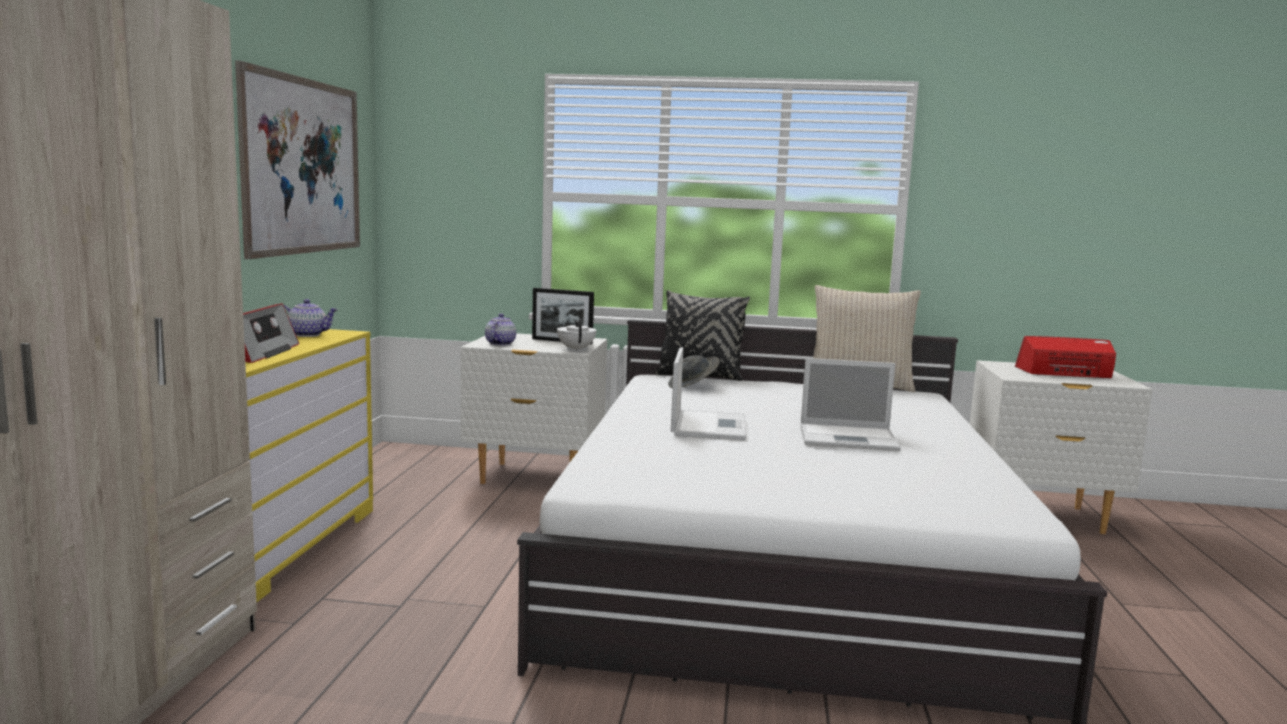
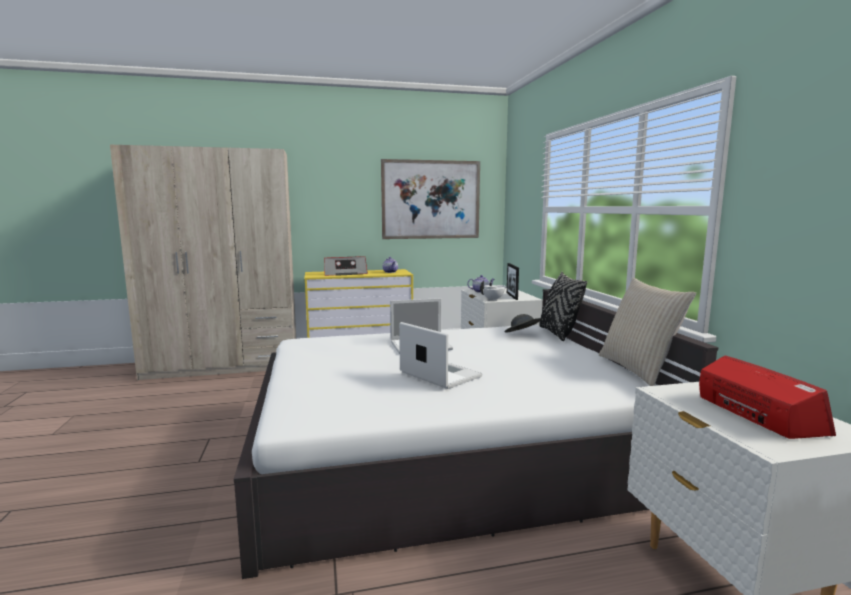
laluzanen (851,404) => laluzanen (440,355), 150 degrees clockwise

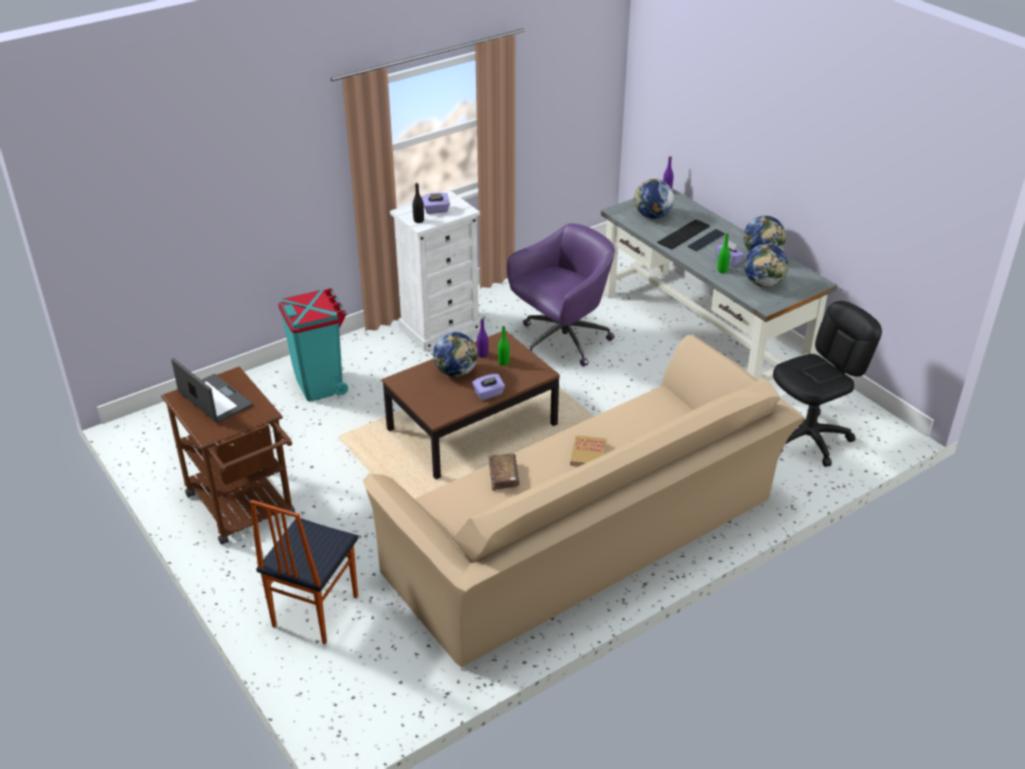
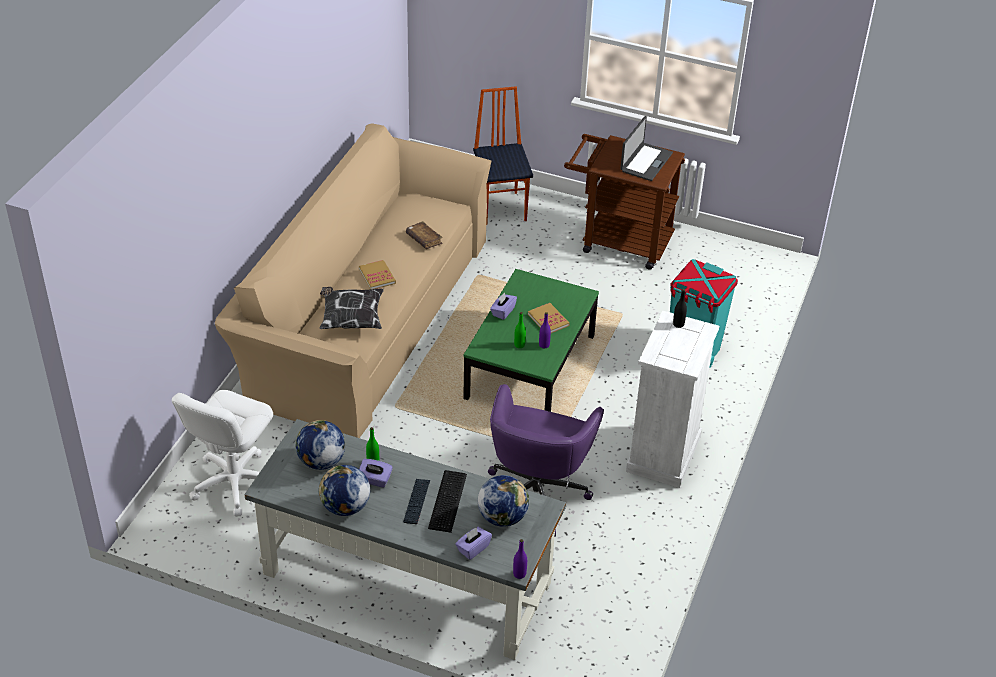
nothing => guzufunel (352,308)
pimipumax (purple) (436,203) => pimipumax (purple) (473,543), shifted
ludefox (455,354) => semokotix (549,318)
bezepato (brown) (471,404) => bezepato (green) (531,340)
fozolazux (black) (827,384) => fozolazux (white) (222,453)
laluzanen (212,390) => laluzanen (646,148), 75 degrees counterclockwise

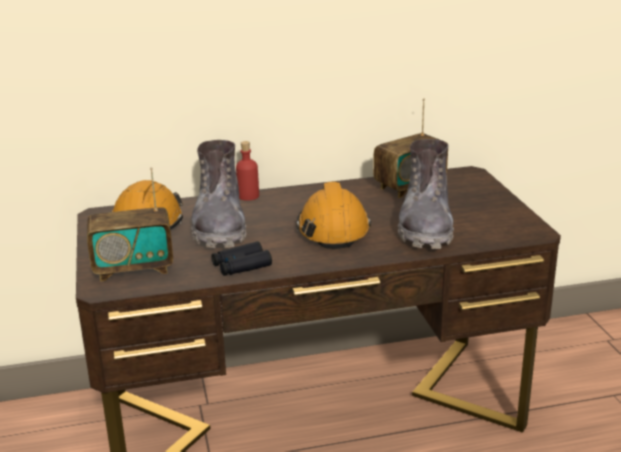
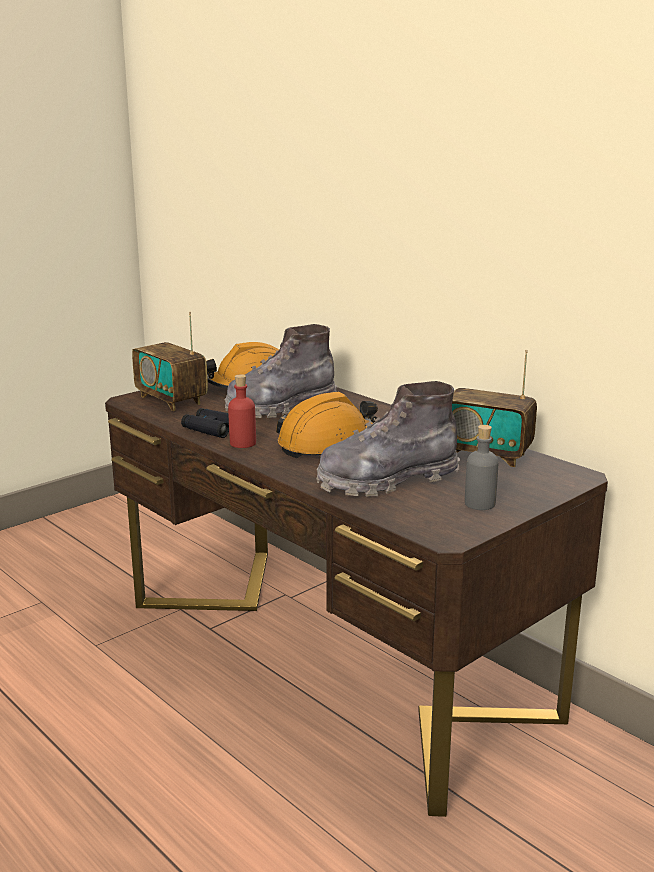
nothing => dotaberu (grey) (482,467)
dotaberu (red) (247,171) => dotaberu (red) (242,411), shifted

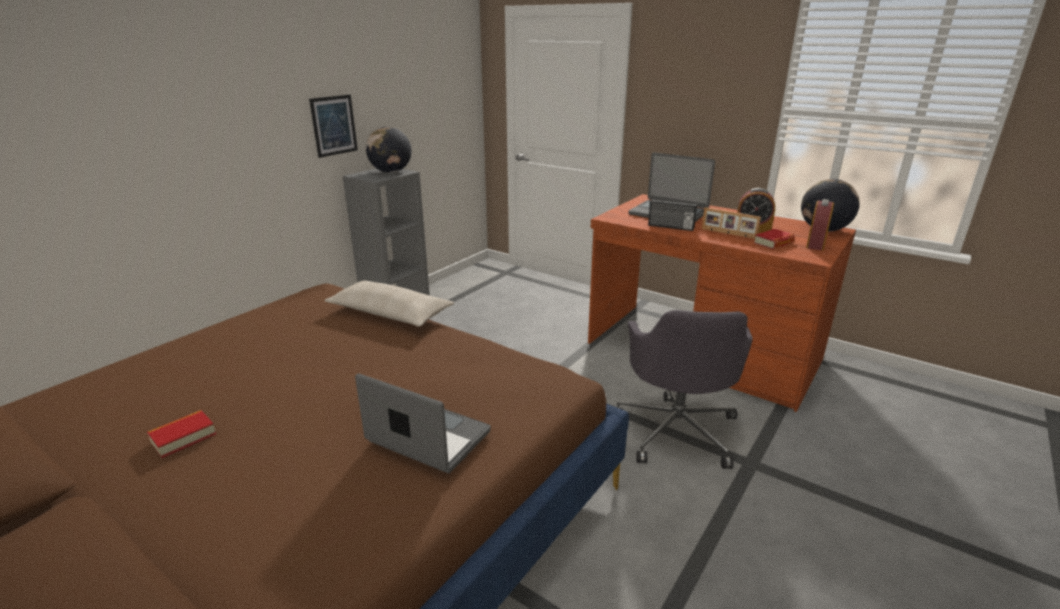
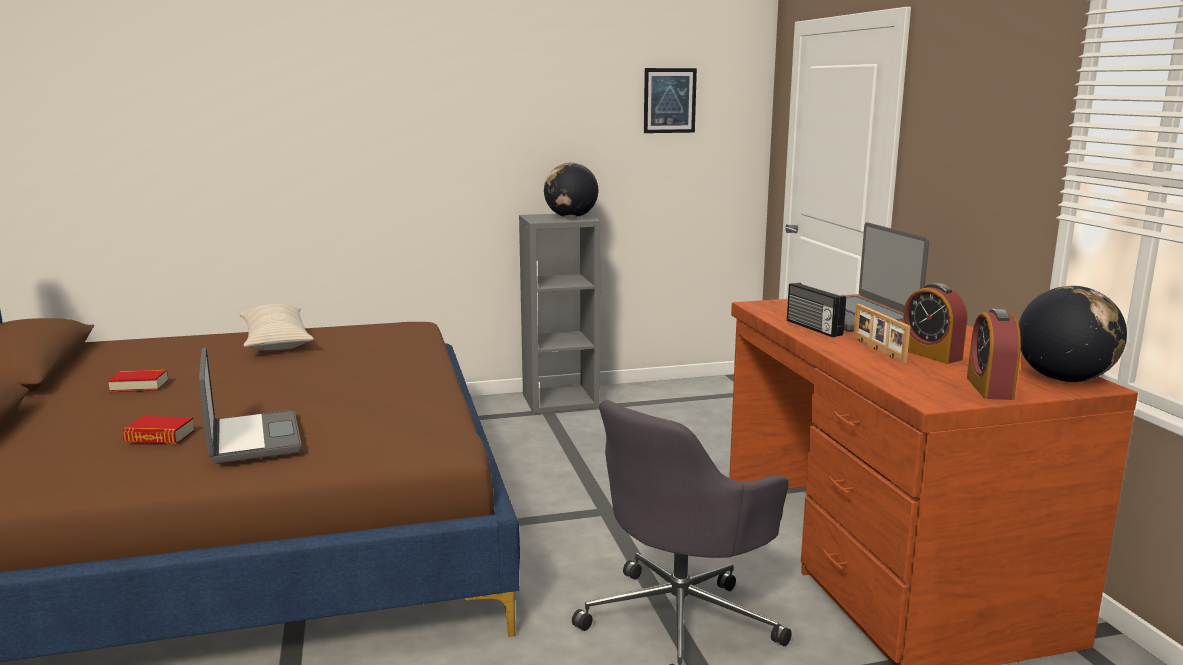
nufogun (333,126) => nufogun (670,100), shifted
guzufunel (beige) (389,304) => guzufunel (beige) (276,327), shifted
semokotix (774,239) => semokotix (158,430), shifted
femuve (820,225) => femuve (994,354), 120 degrees clockwise

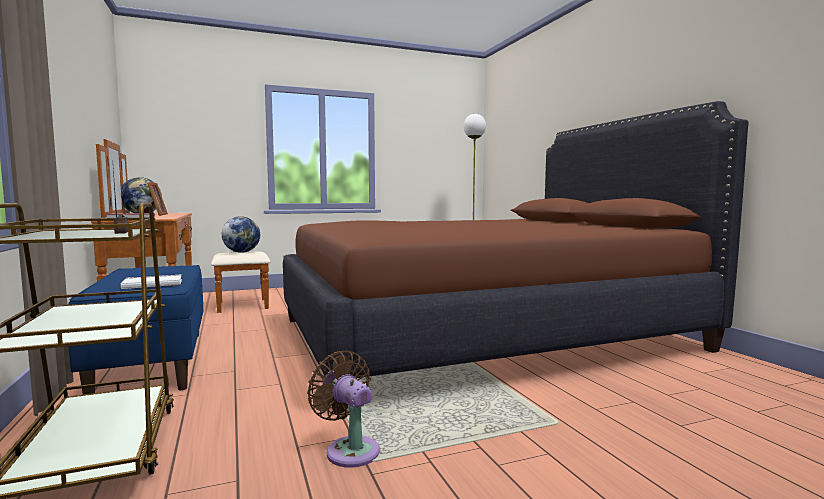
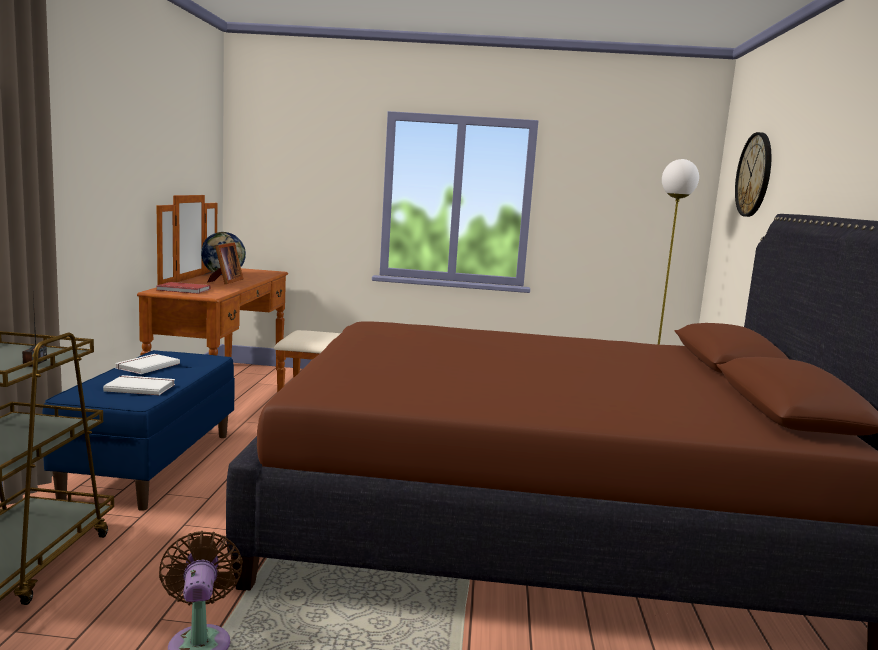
ludefox (241,234) => nothing
nothing => semokotix (white) (147,364)
nothing => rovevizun (753,174)

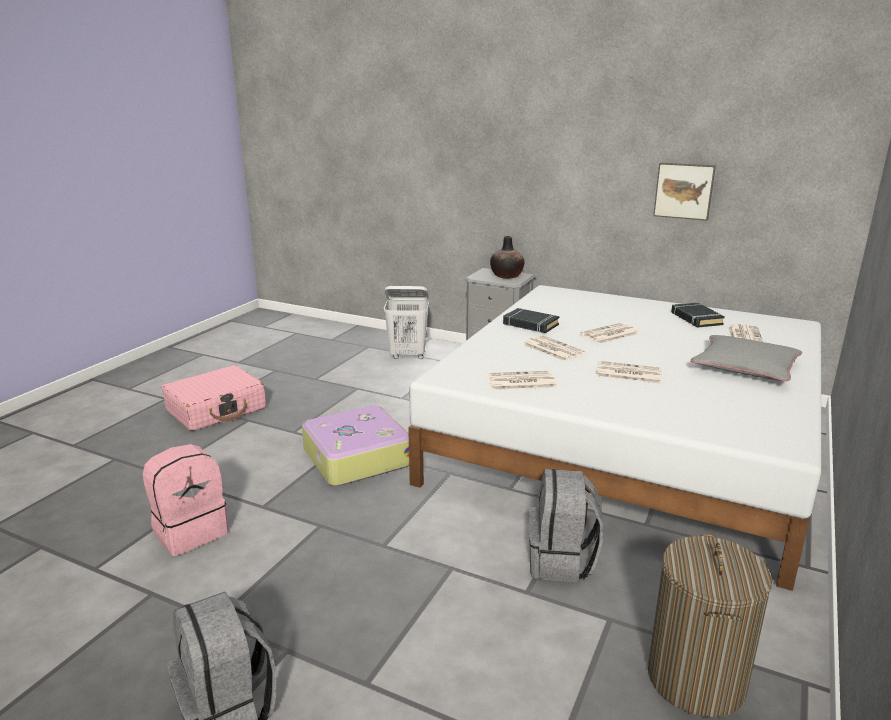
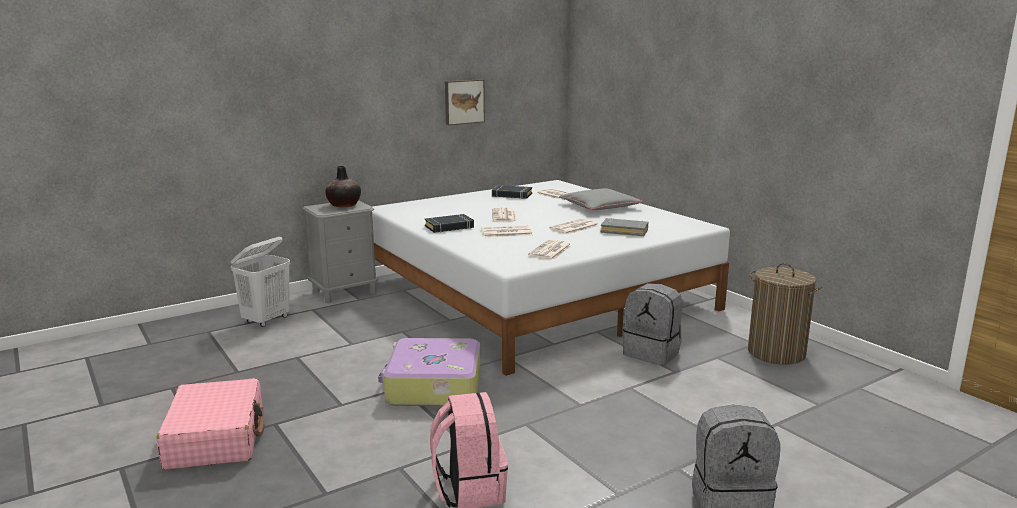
nothing => semokotix (grey) (624,227)

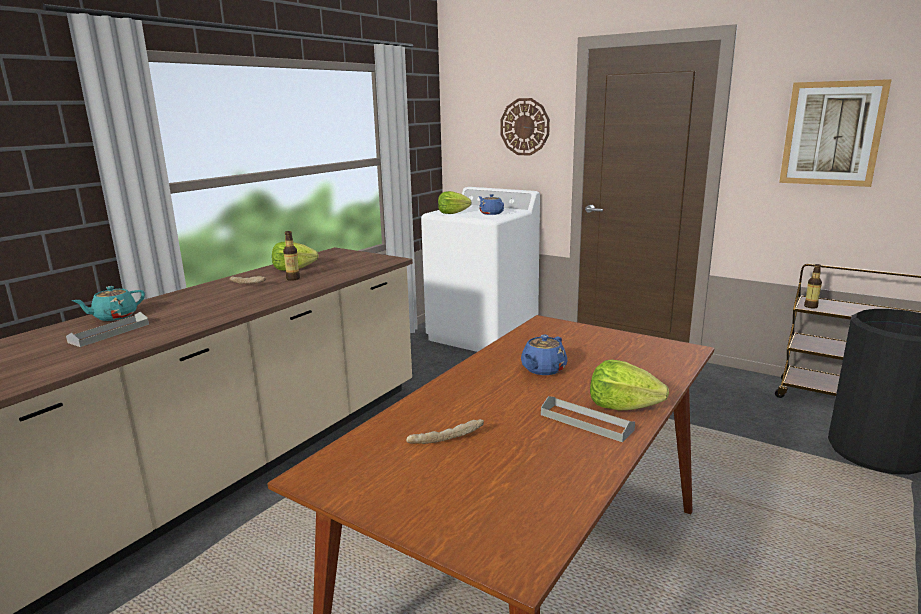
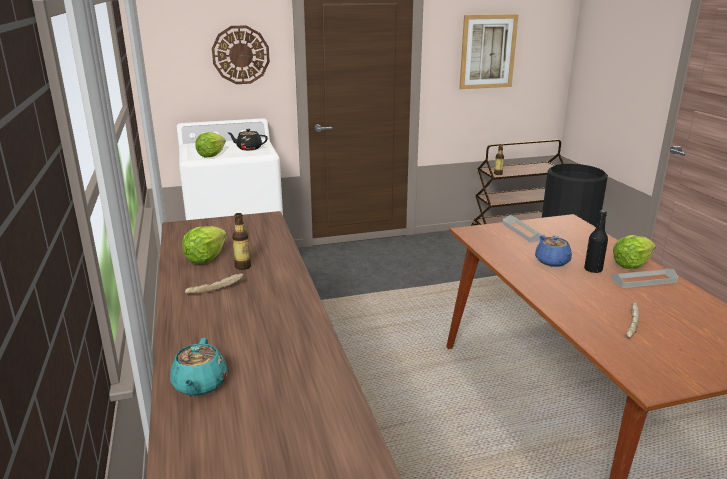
nothing => dotaberu (black) (596,241)
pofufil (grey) (107,329) => pofufil (grey) (523,228), shifted
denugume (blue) (491,204) => denugume (black) (248,139)

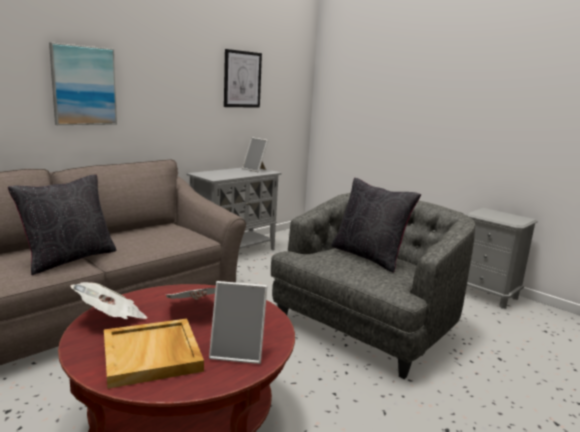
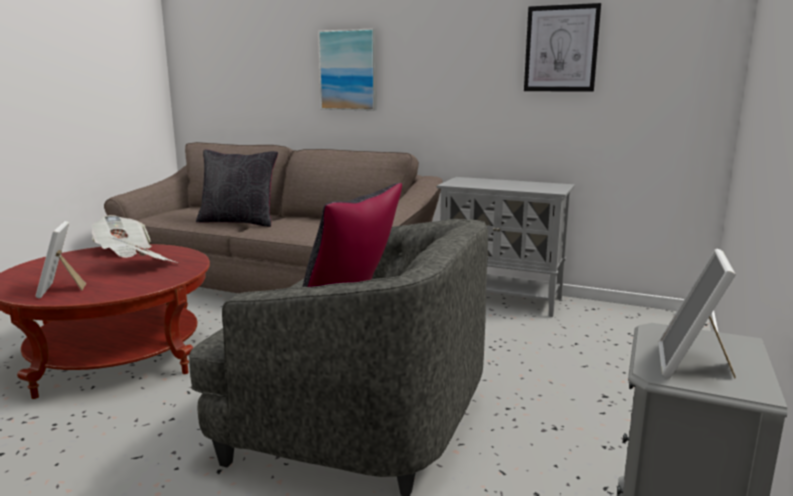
pofufil (beige) (154,354) => nothing
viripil (255,155) => viripil (697,314), shifted

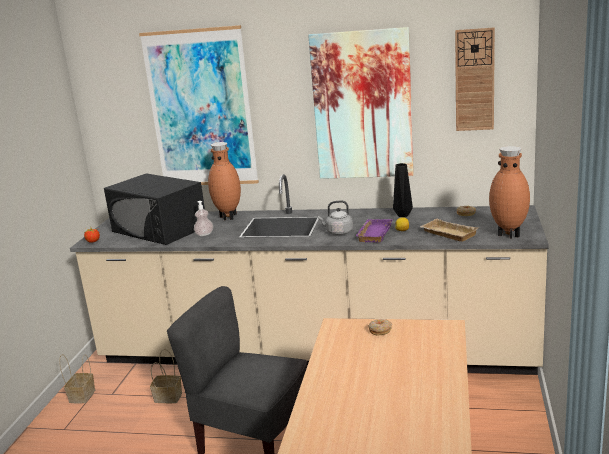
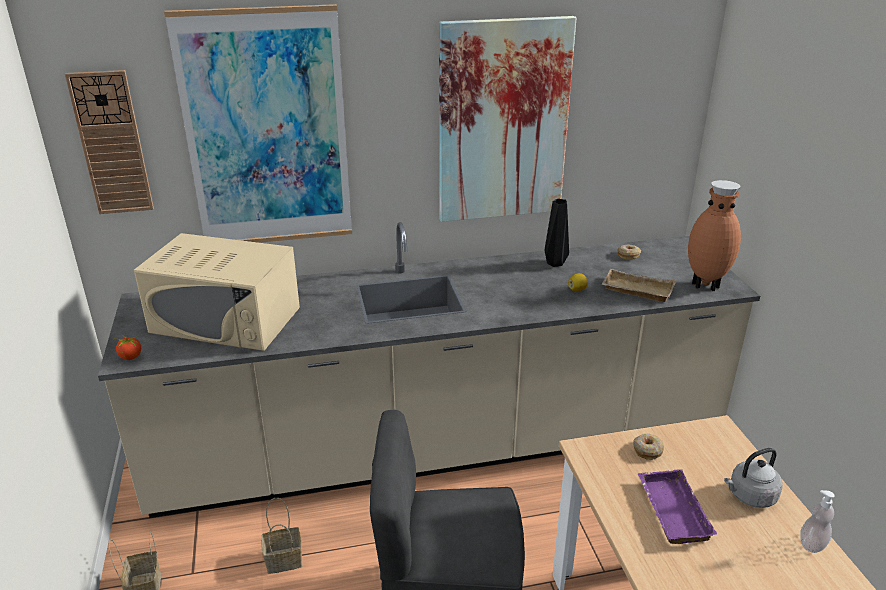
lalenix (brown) (224,181) => nothing
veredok (203,218) => veredok (817,521), shifted
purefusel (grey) (335,217) => purefusel (grey) (753,478), shifted
pofufil (purple) (374,231) => pofufil (purple) (677,506), shifted
rovevizun (475,79) => rovevizun (109,142), shifted
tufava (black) (154,209) => tufava (beige) (217,292)

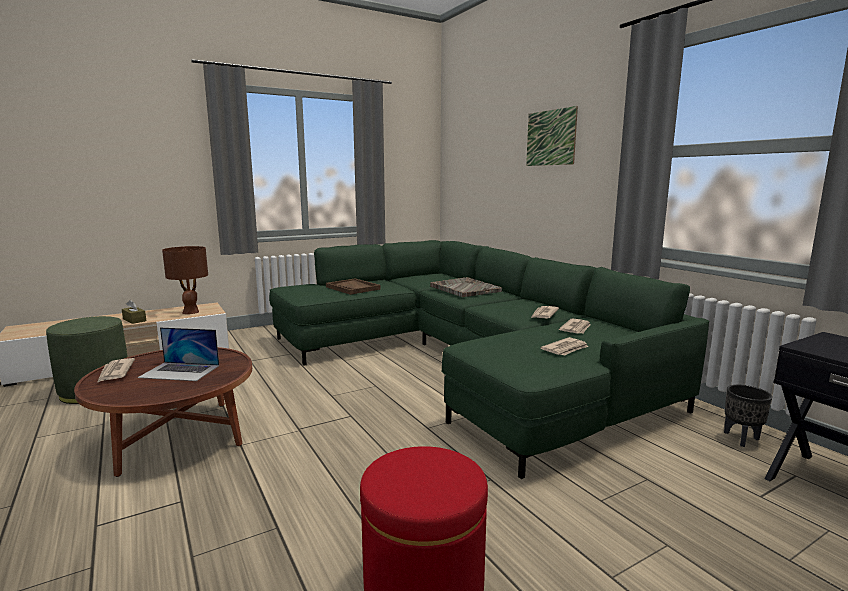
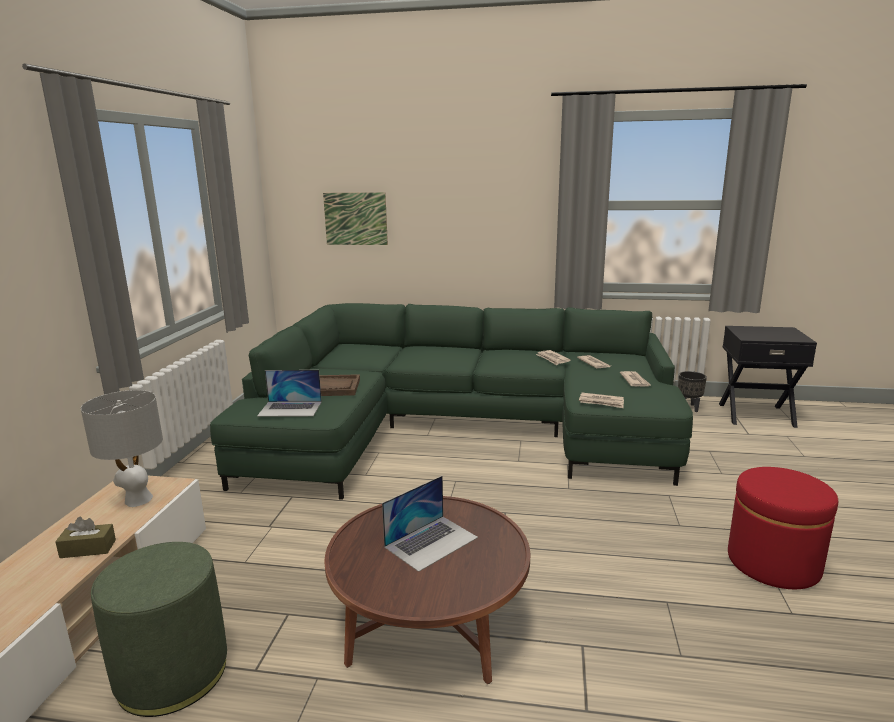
pofufil (grey) (466,287) => nothing
nothing => laluzanen (289,393)
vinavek (116,370) => vinavek (601,400), shifted
nufogun (552,136) => nufogun (355,218), shifted
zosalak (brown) (185,280) => zosalak (grey) (122,448)

